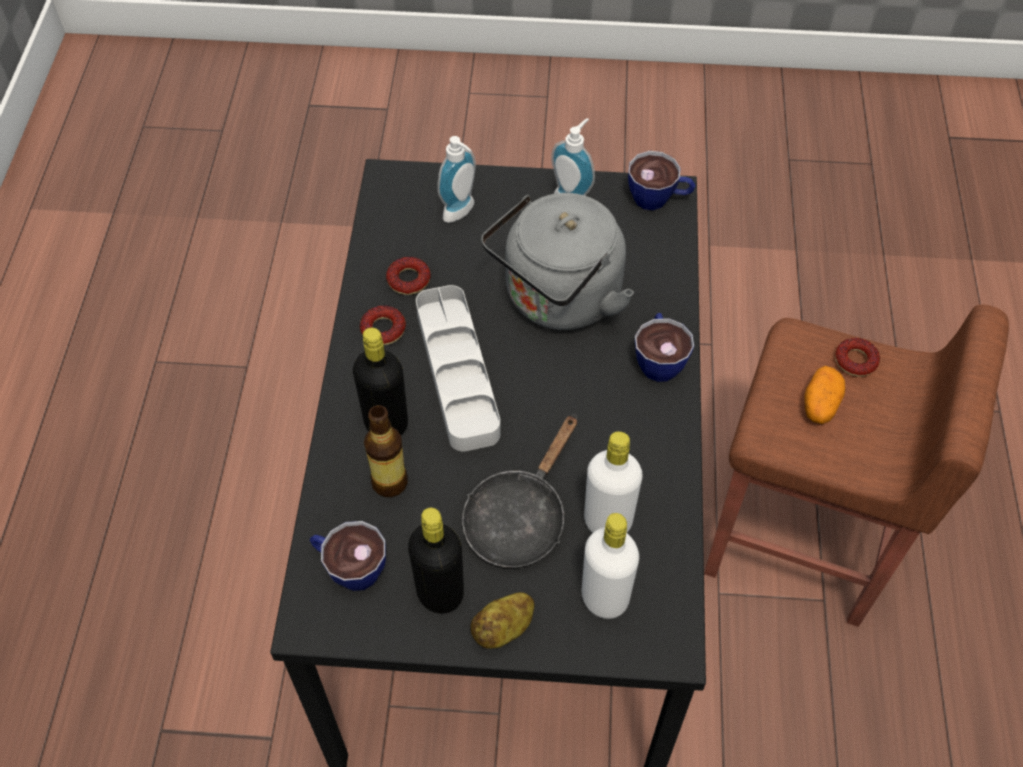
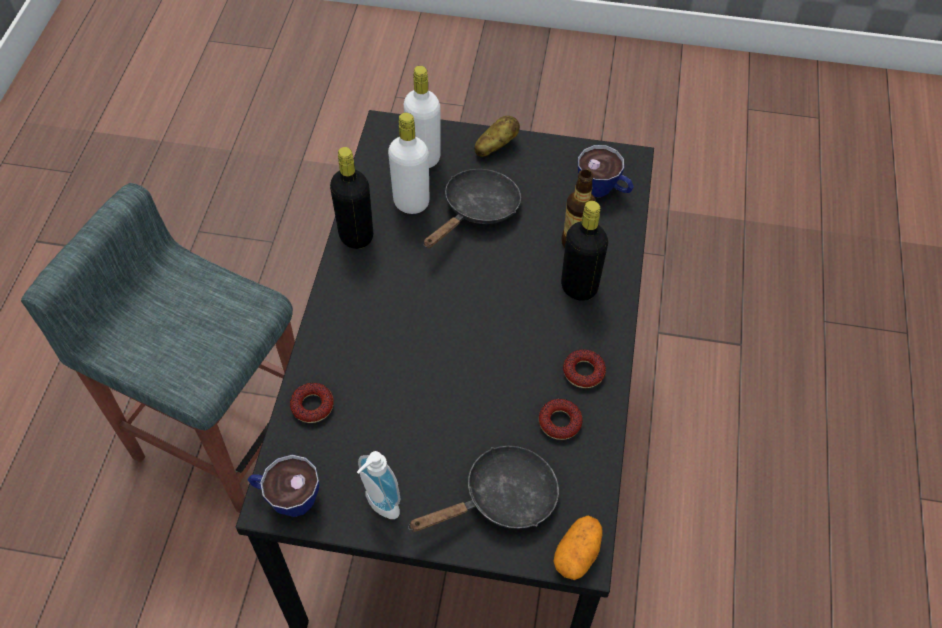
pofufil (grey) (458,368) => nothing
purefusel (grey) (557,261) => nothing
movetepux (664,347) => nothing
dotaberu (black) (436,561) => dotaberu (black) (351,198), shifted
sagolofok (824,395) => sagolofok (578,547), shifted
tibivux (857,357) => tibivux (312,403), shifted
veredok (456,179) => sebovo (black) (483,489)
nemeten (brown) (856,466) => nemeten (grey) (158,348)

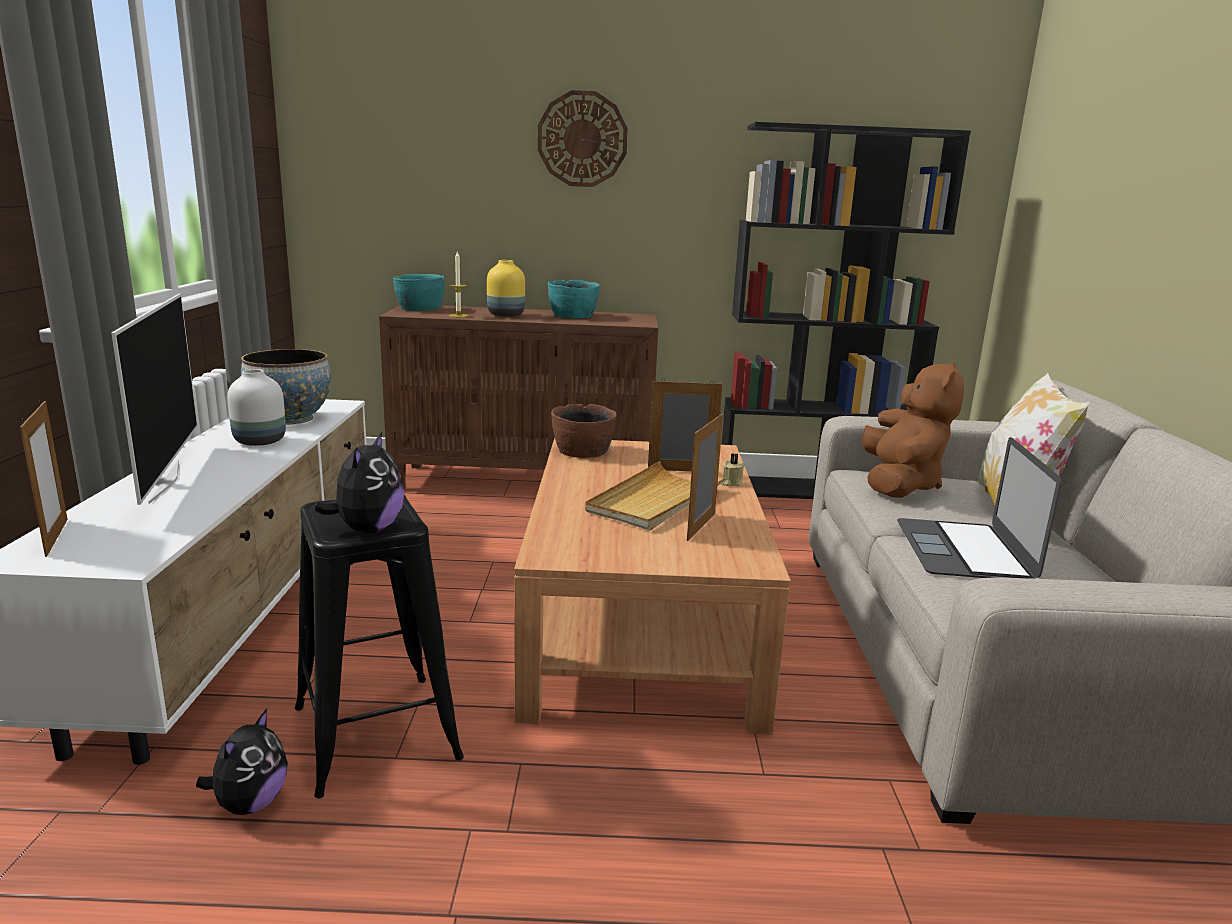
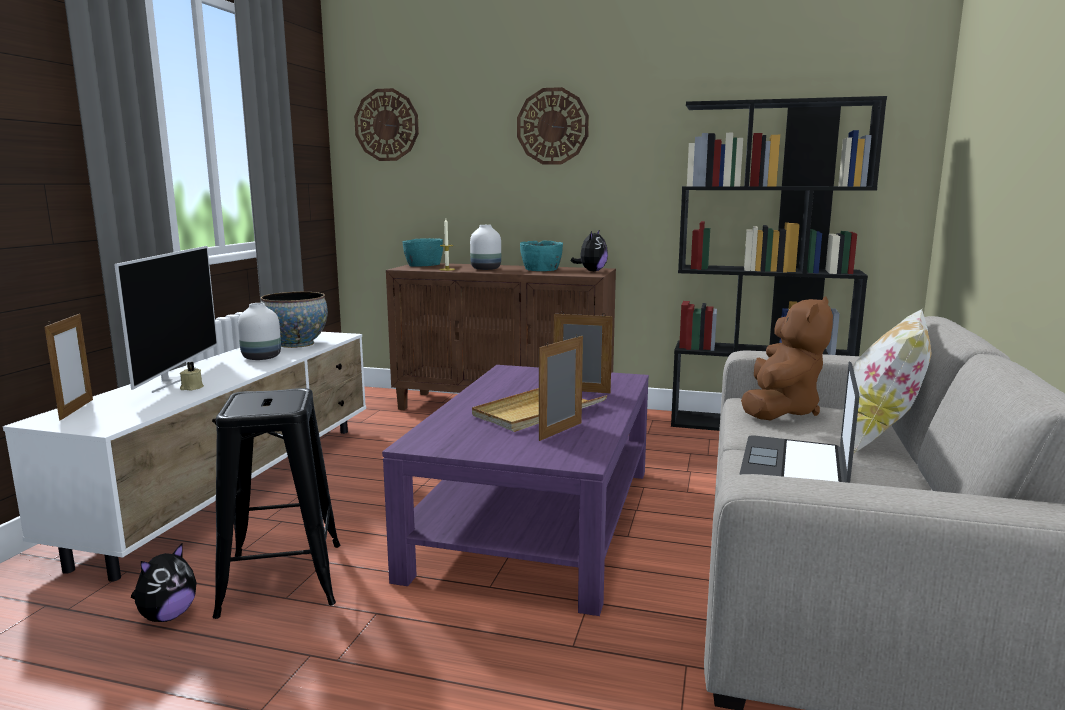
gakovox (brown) (584,431) => nothing
nothing => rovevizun (386,124)
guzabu (358,482) => guzabu (589,250), shifted
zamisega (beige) (733,469) => zamisega (beige) (192,376), shifted
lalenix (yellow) (506,288) => lalenix (white) (485,247)
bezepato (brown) (652,586) => bezepato (purple) (515,490)

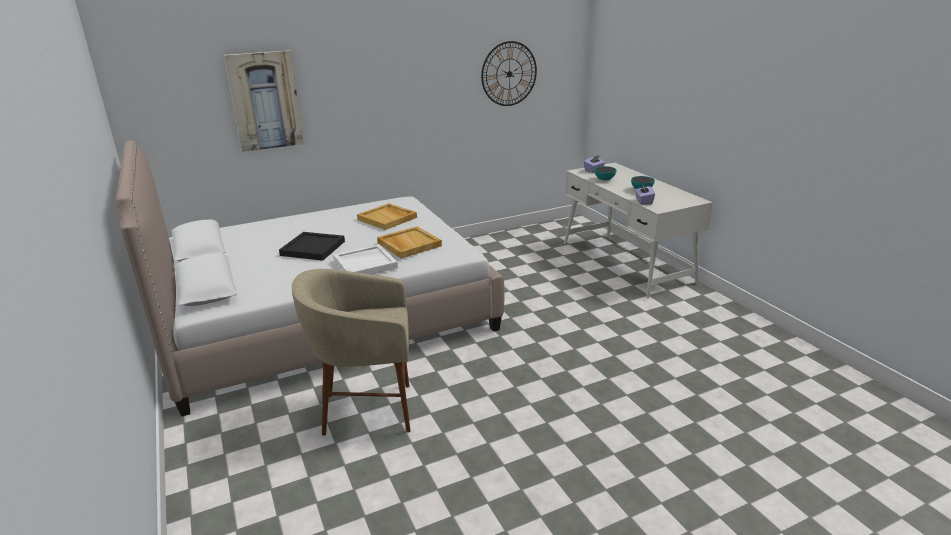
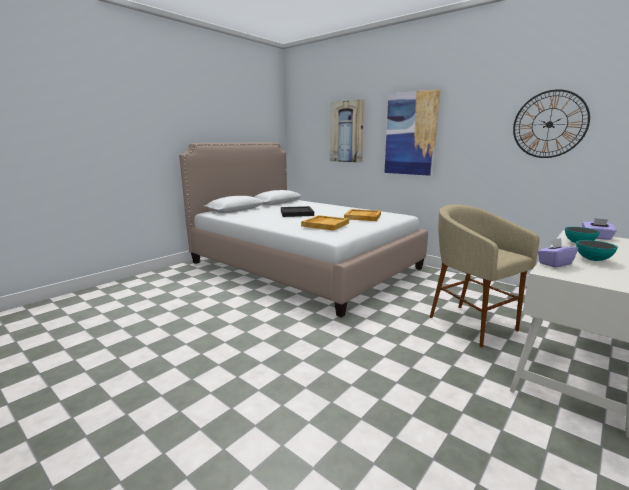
pofufil (white) (365,259) => nothing
nothing => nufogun (412,132)
nemeten (beige) (351,352) => nemeten (beige) (484,275), shifted

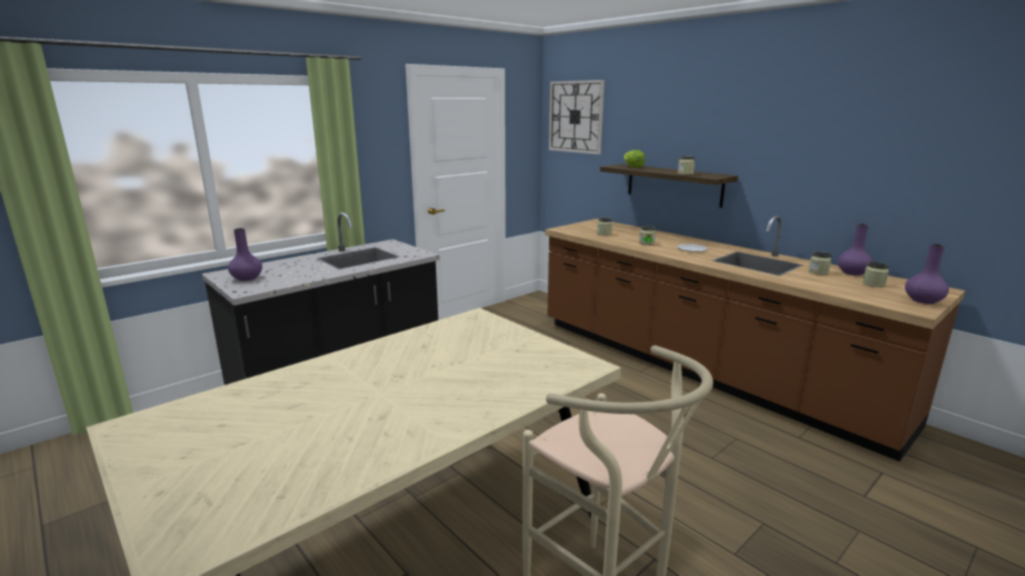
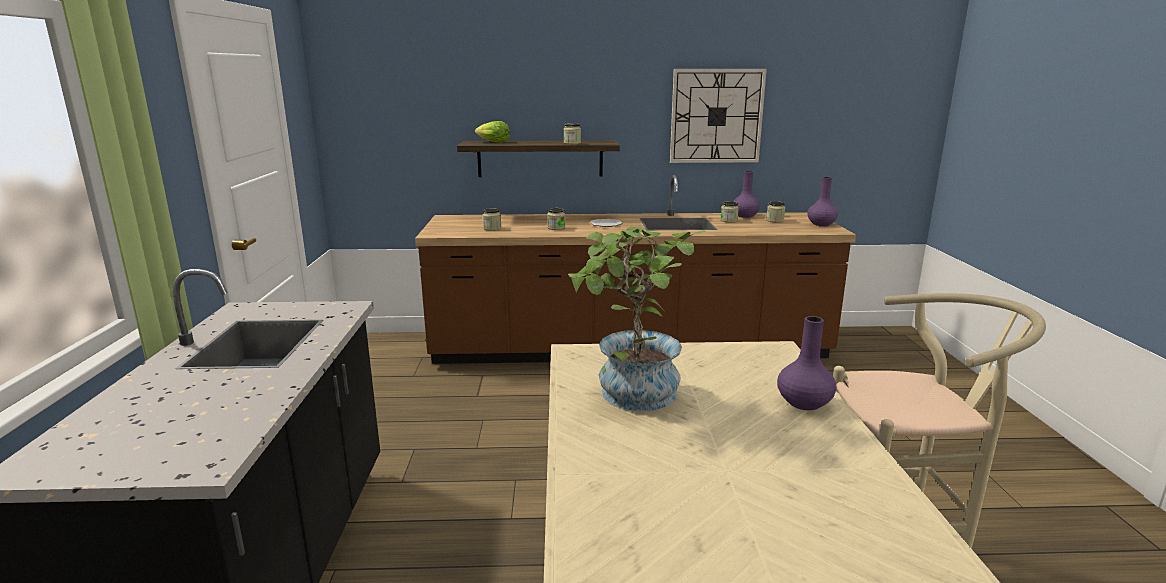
nothing => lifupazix (637,319)
lalenix (purple) (245,254) => lalenix (purple) (806,363), shifted
rovevizun (576,117) => rovevizun (718,116), shifted

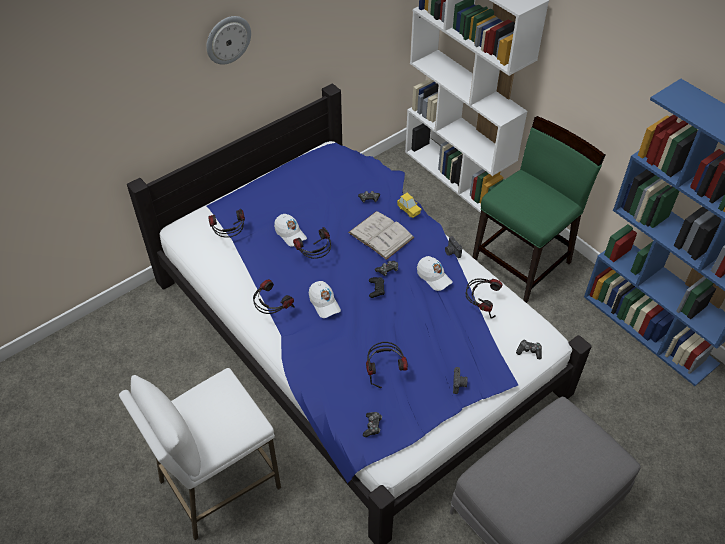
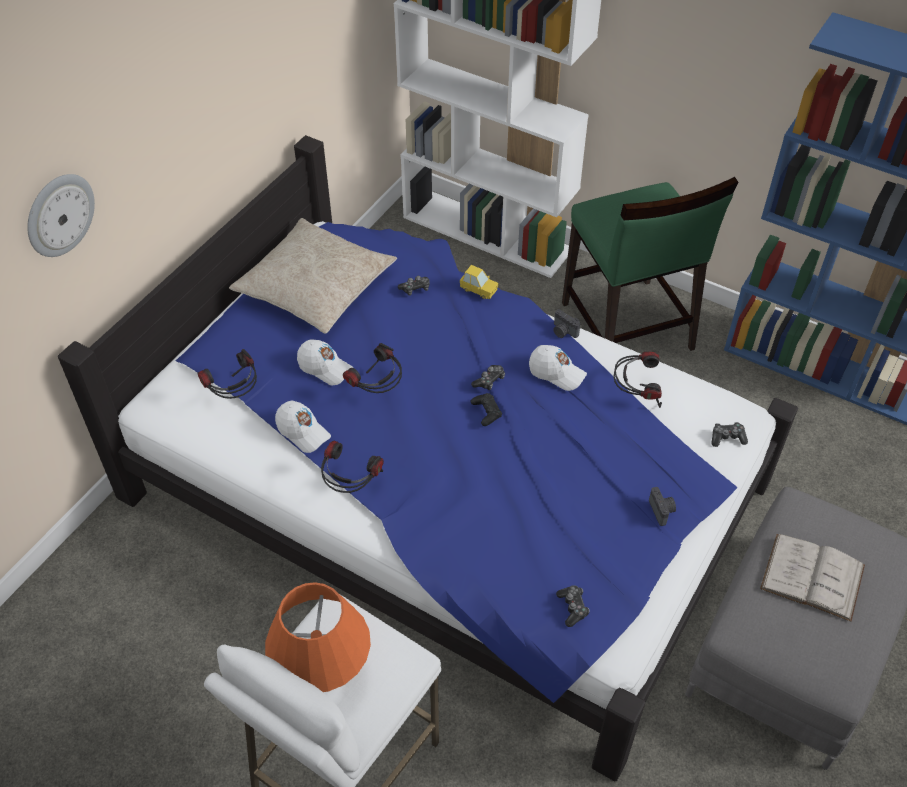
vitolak (387,365) => nothing
nothing => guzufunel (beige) (313,276)
nothing => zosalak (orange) (318,637)
rovevizun (228,40) => rovevizun (61,215), shifted
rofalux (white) (325,299) => rofalux (white) (303,426), shifted
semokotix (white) (381,235) => semokotix (white) (812,578), shifted
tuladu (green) (539,209) => tuladu (green) (650,264), 135 degrees clockwise

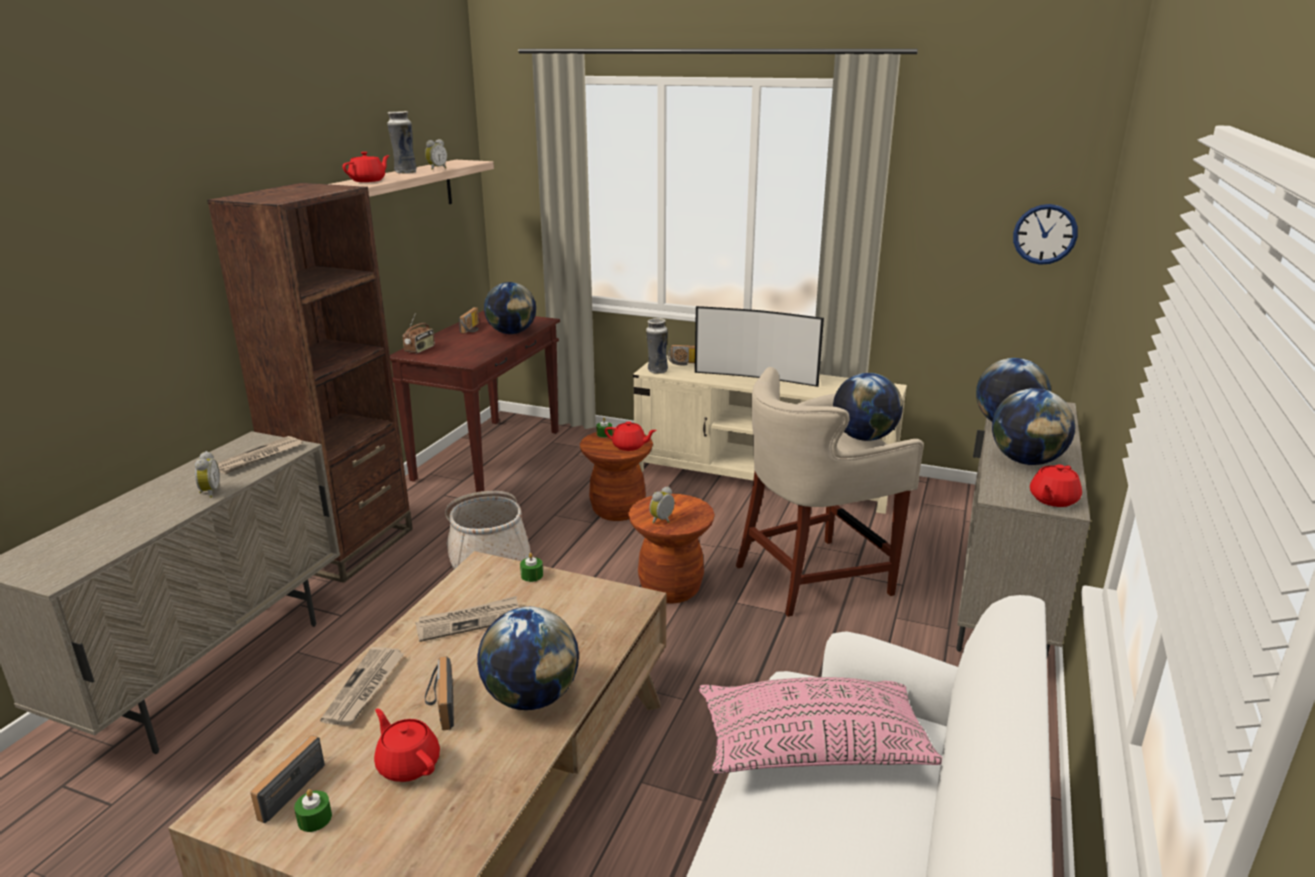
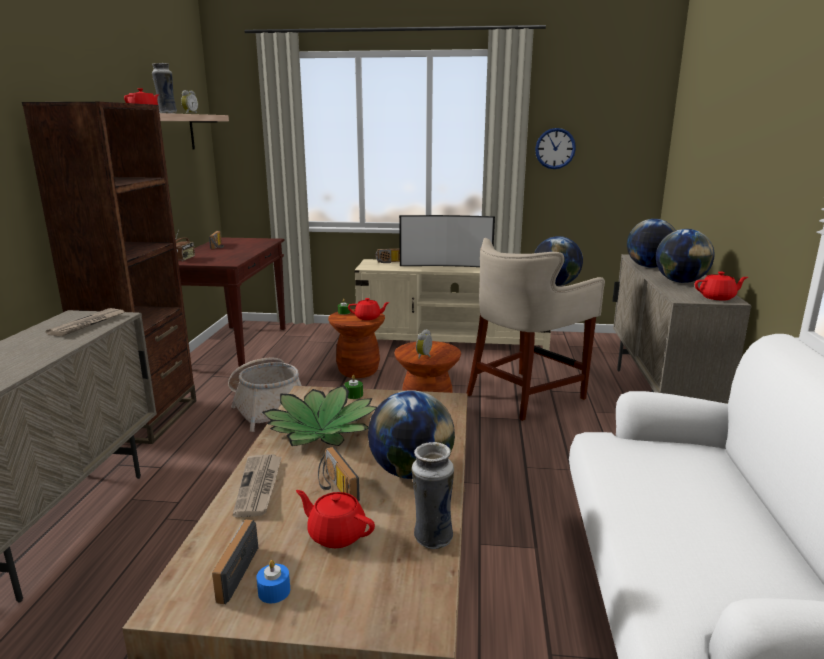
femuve (207,474) => nothing
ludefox (510,308) => nothing
guzufunel (pink) (820,725) => nothing
lalenix (657,346) => lalenix (432,495), shifted
rovevizun (1045,234) => rovevizun (555,148), shifted
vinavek (467,619) => lifupazix (319,415)
zamisega (green) (313,810) => zamisega (blue) (273,581)
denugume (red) (1056,485) => denugume (red) (721,286), 120 degrees counterclockwise

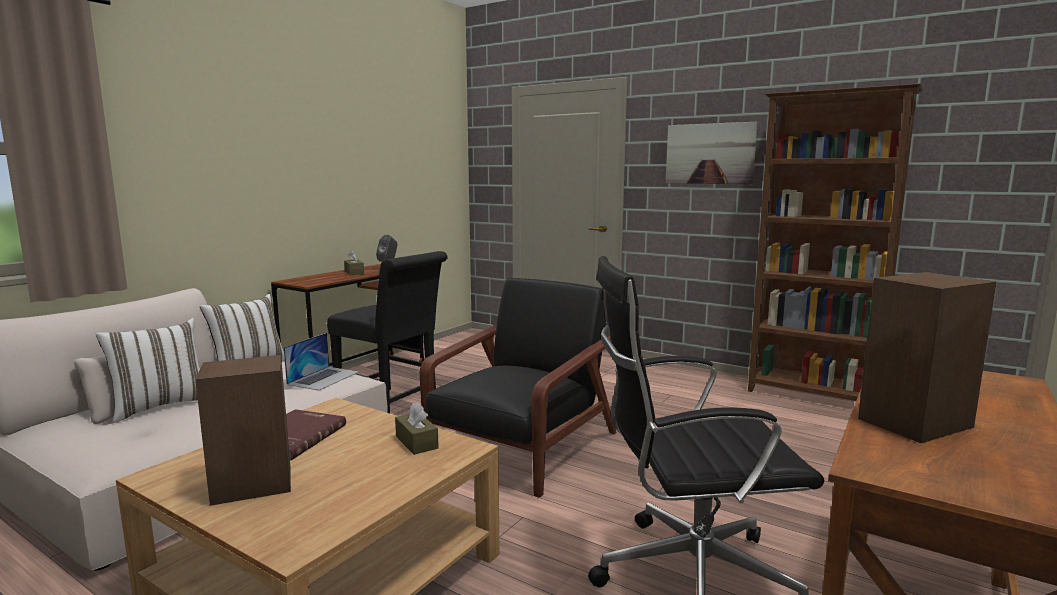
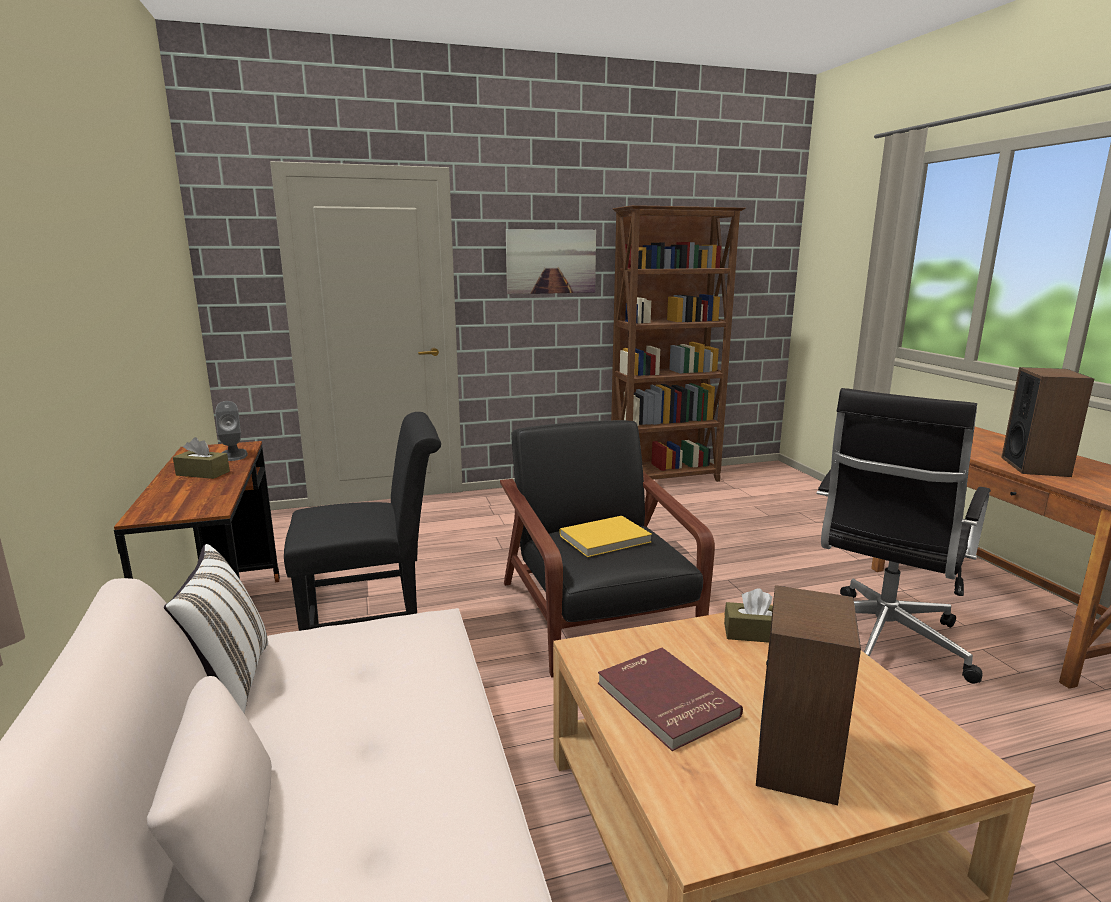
guzufunel (white) (148,370) => nothing
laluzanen (322,362) => nothing
nothing => semokotix (yellow) (605,536)

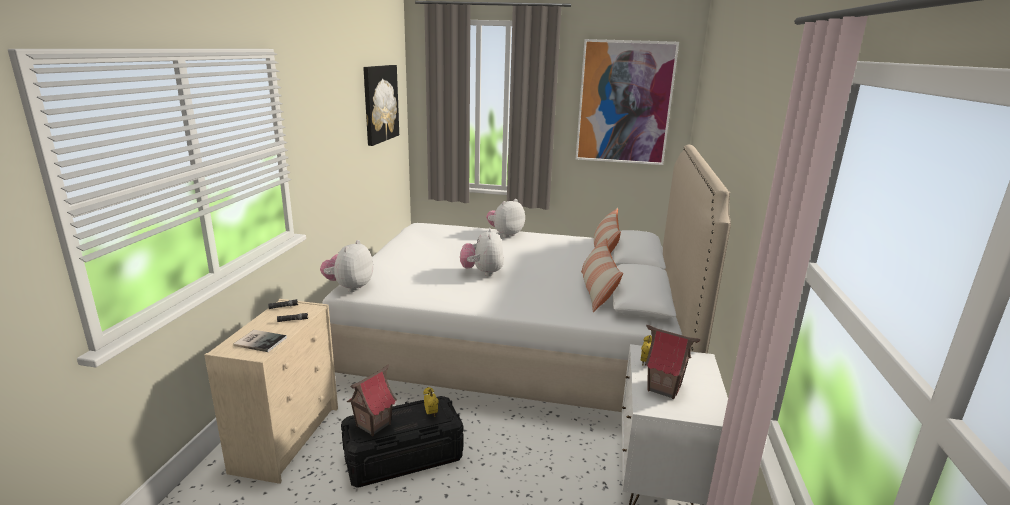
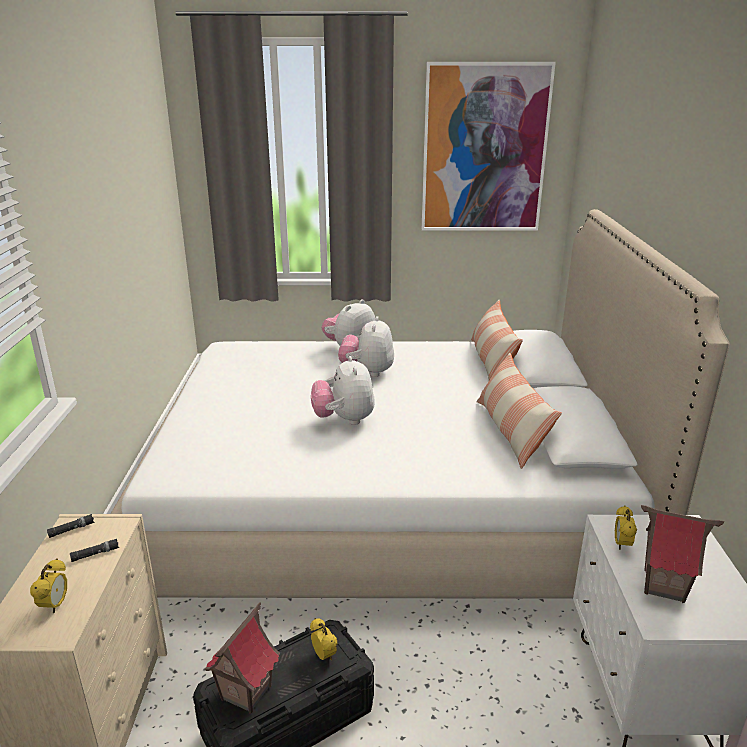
nufogun (381,105) => nothing
guzabu (346,266) => guzabu (366,346), shifted
semokotix (260,341) => femuve (48,586)

